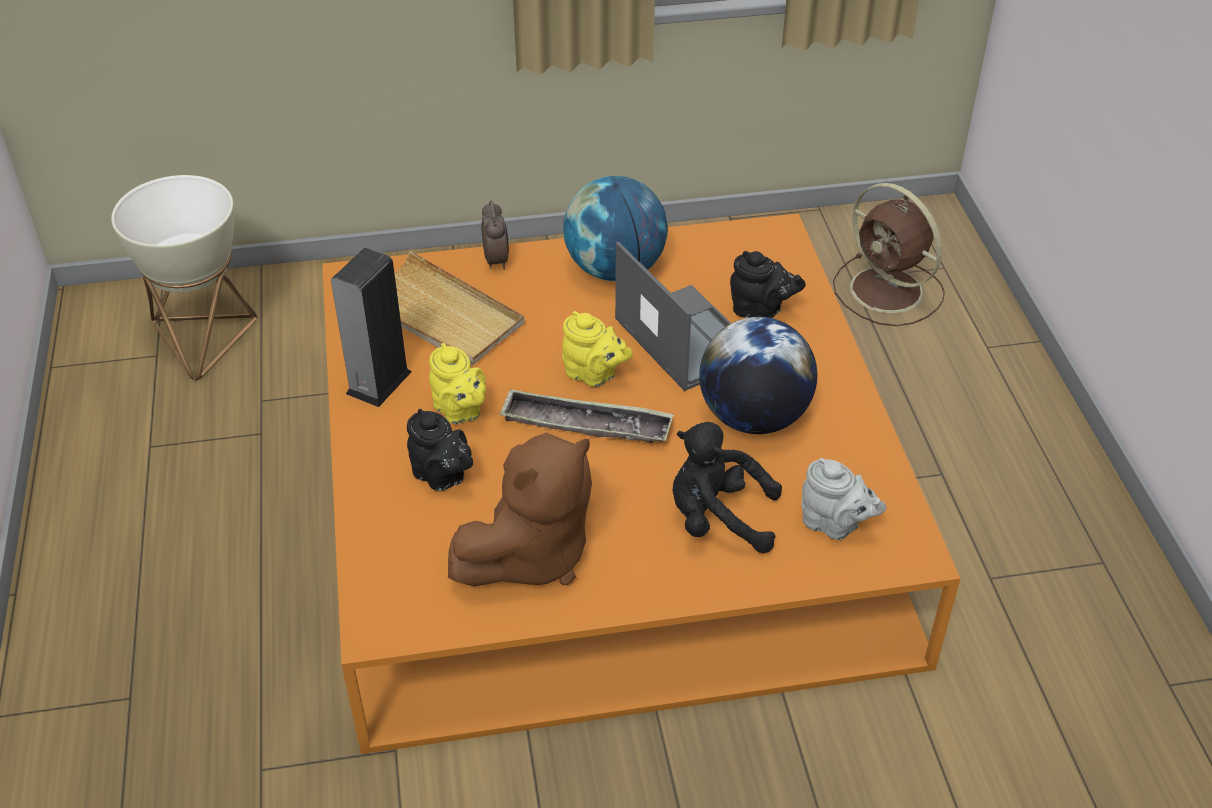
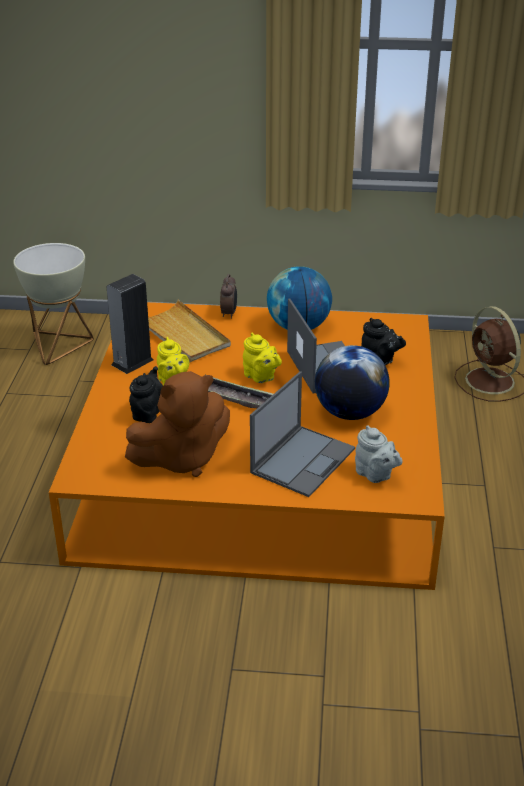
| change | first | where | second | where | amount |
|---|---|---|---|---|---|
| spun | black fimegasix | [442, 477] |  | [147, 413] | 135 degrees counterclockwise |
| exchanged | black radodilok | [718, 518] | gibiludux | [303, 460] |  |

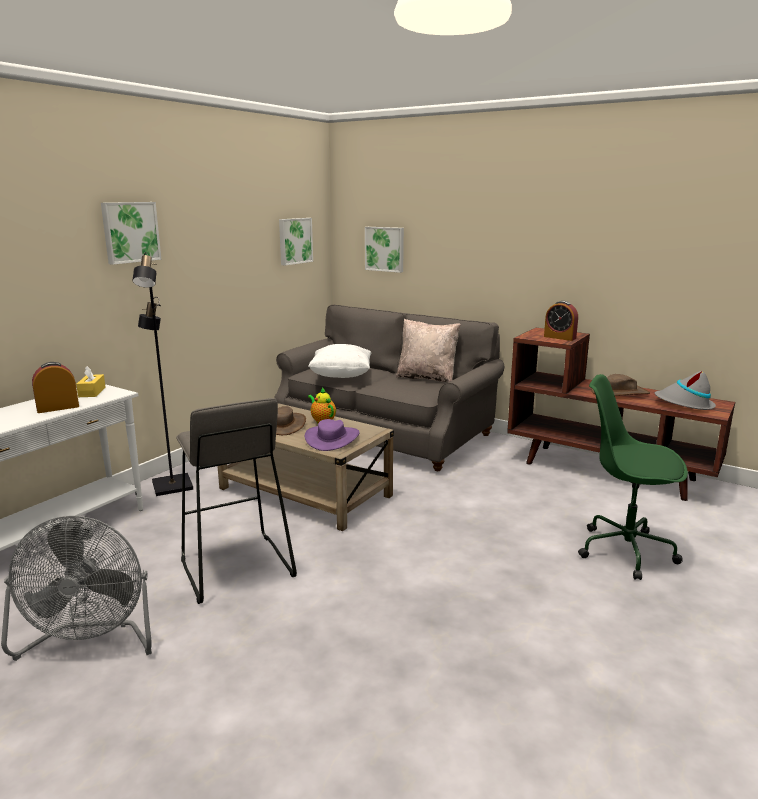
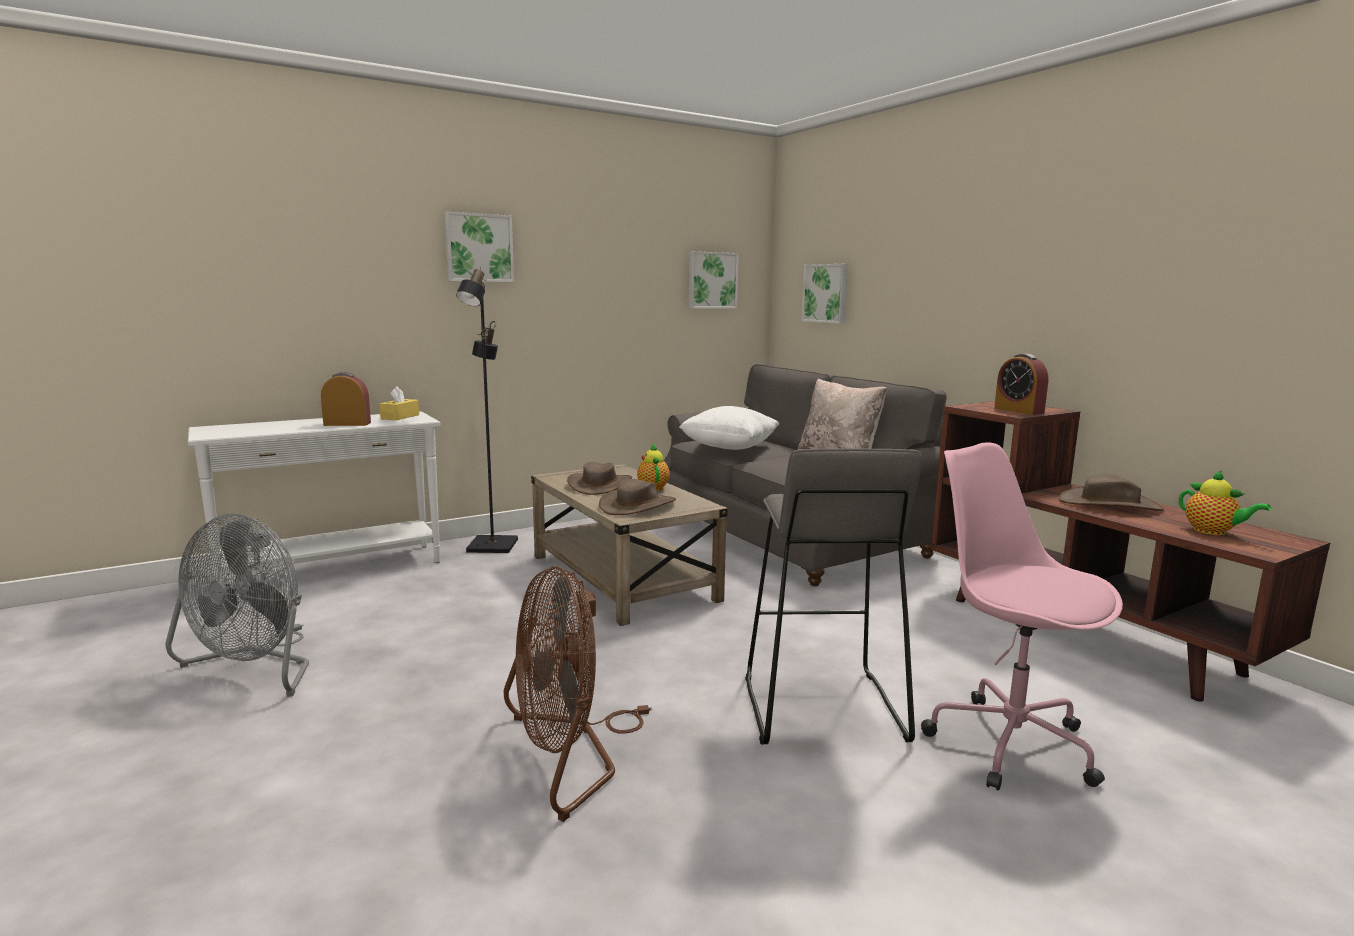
| change | first | where | second | where | amount |
|---|---|---|---|---|---|
| appeared |  |  | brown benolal | [571, 751] |  |
| colour | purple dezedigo | [332, 439] | brown dezedigo | [638, 505] |  |
| relocated | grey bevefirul | [235, 568] |  | [820, 708] |  |
| colour | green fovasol | [623, 551] | pink fovasol | [1006, 743] |  |
| exchanged | grey dezedigo | [684, 404] | fimegasix | [1213, 532] |  |

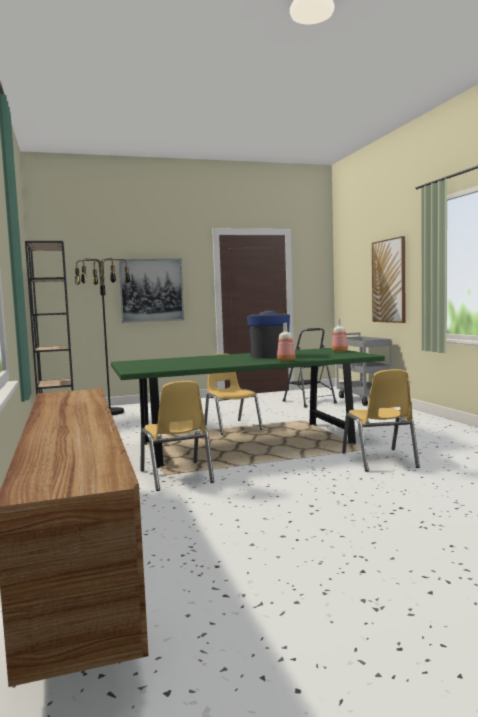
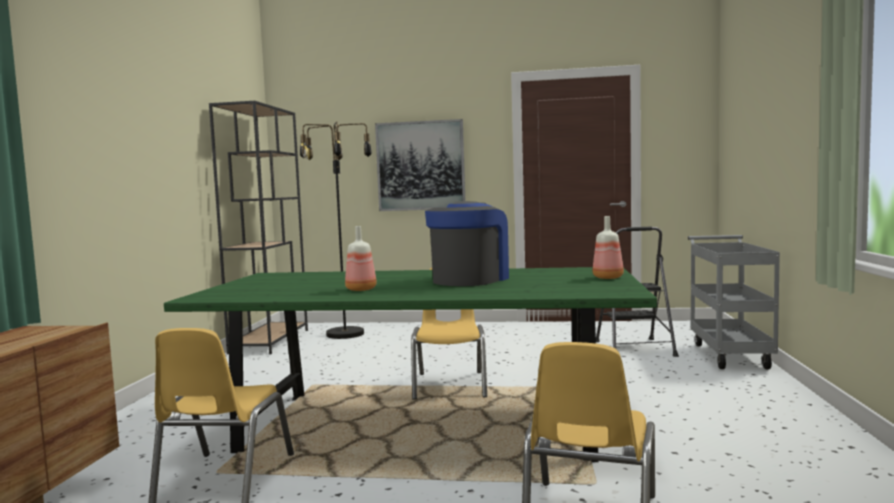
| change | first | where | second | where | amount |
|---|---|---|---|---|---|
| relocated | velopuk | [286, 360] |  | [362, 289] |  |
| missing | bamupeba | [389, 281] |  |  |  |

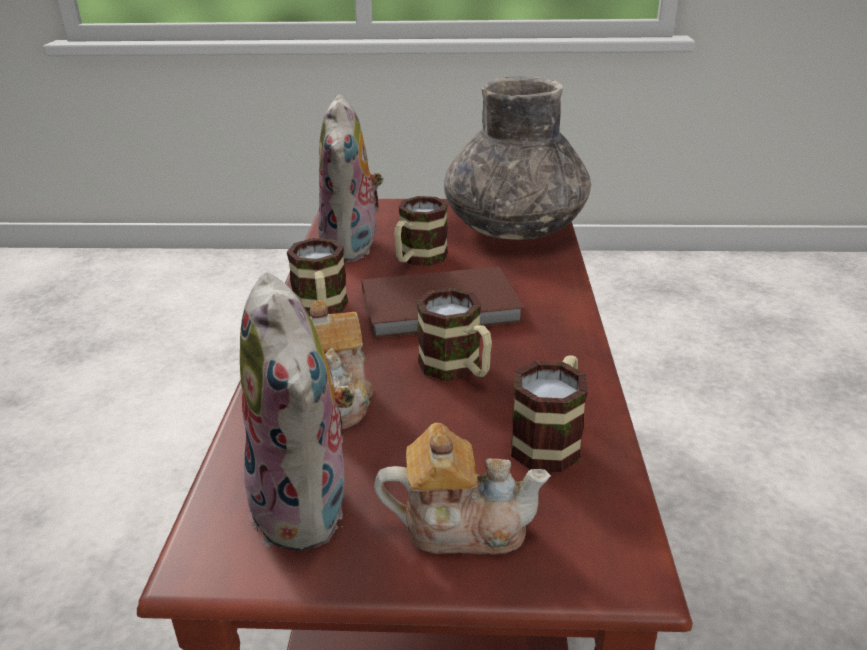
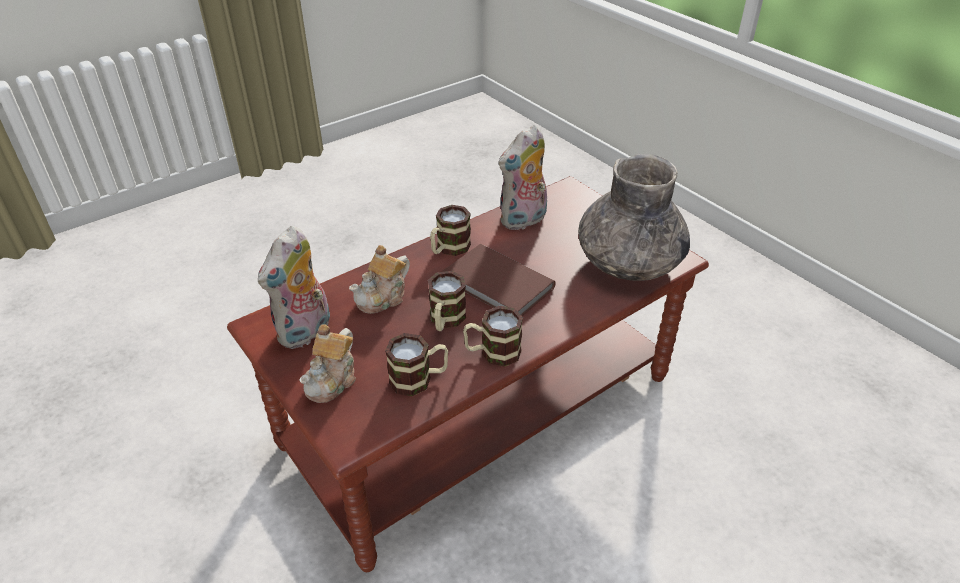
| change | first | where | second | where | amount |
|---|---|---|---|---|---|
| spun | fimegasix | [461, 526] |  | [332, 380] | 60 degrees clockwise |
| relocated | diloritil | [418, 259] |  | [492, 352] |  |

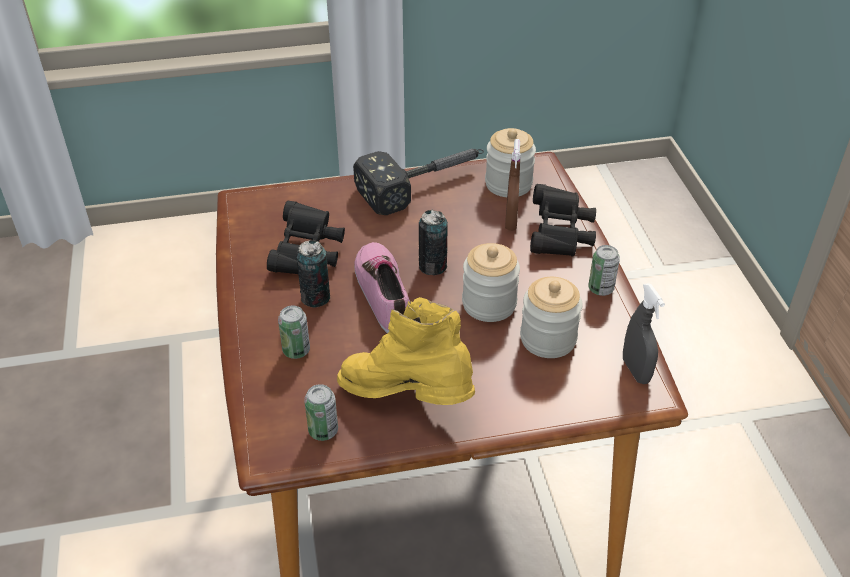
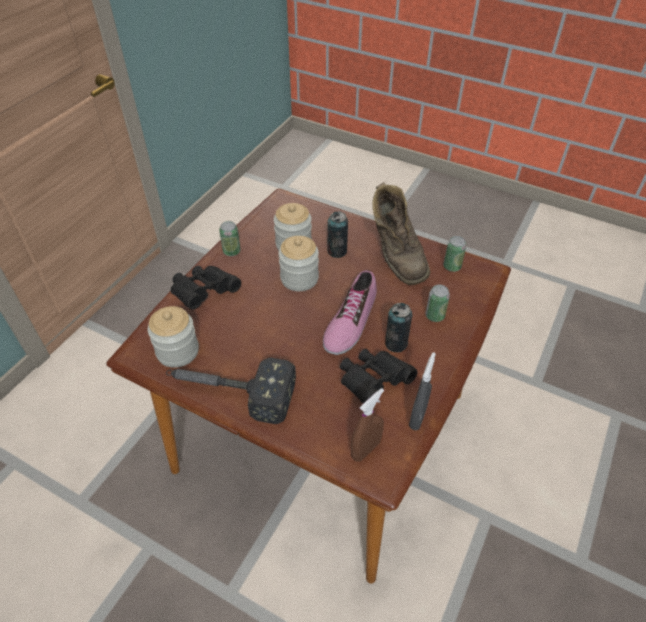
| change | first | where | second | where | amount |
|---|---|---|---|---|---|
| relocated | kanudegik | [432, 266] |  | [337, 251] |  |
| relocated | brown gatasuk | [511, 221] |  | [365, 449] |  |
| colour | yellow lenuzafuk | [408, 399] | brown lenuzafuk | [395, 257] |  |
| relocated | grey gatasuk | [636, 371] |  | [417, 417] |  |

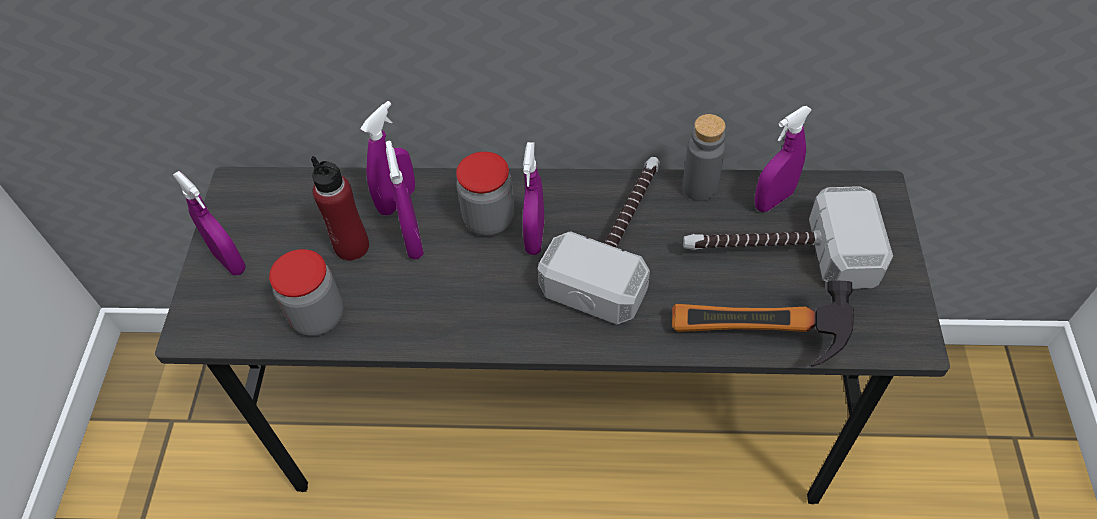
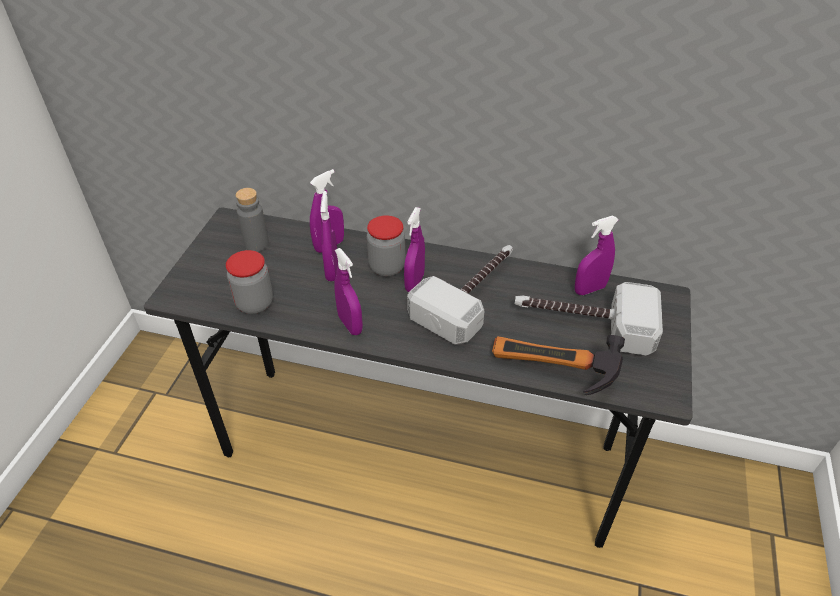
| change | first | where | second | where | amount |
|---|---|---|---|---|---|
| relocated | grey velopuk | [699, 187] |  | [256, 244] |  |
| relocated | purple gatasuk | [229, 261] |  | [350, 325] |  |
| missing | red velopuk | [352, 246] |  |  |  |

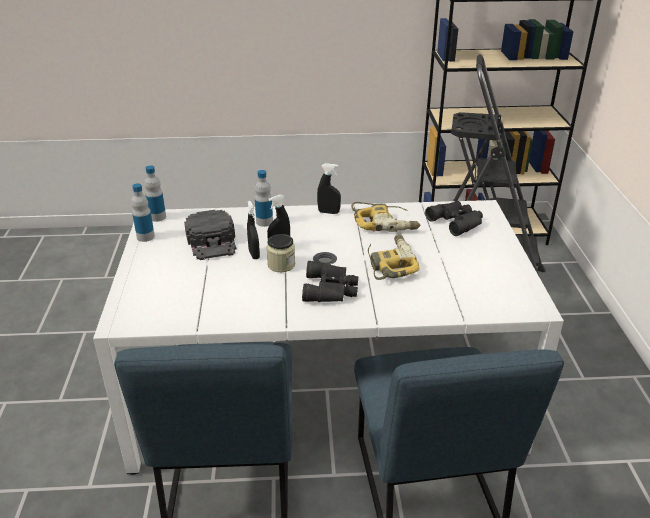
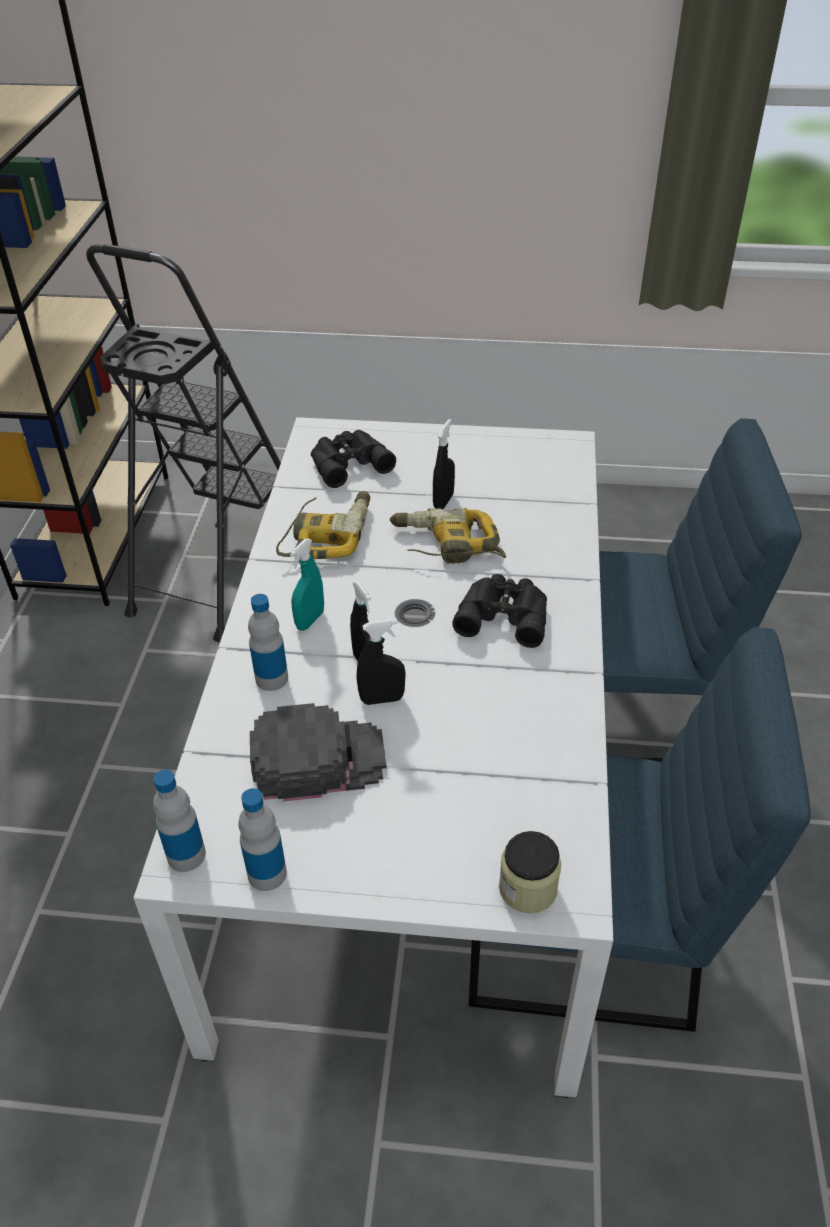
| change | first | where | second | where | amount |
|---|---|---|---|---|---|
| appeared |  |  | turquoise gatasuk | [310, 620] |  |
| relocated | black gatasuk | [328, 212] |  | [443, 501] |  |
| relocated | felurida | [281, 265] |  | [528, 888] |  |

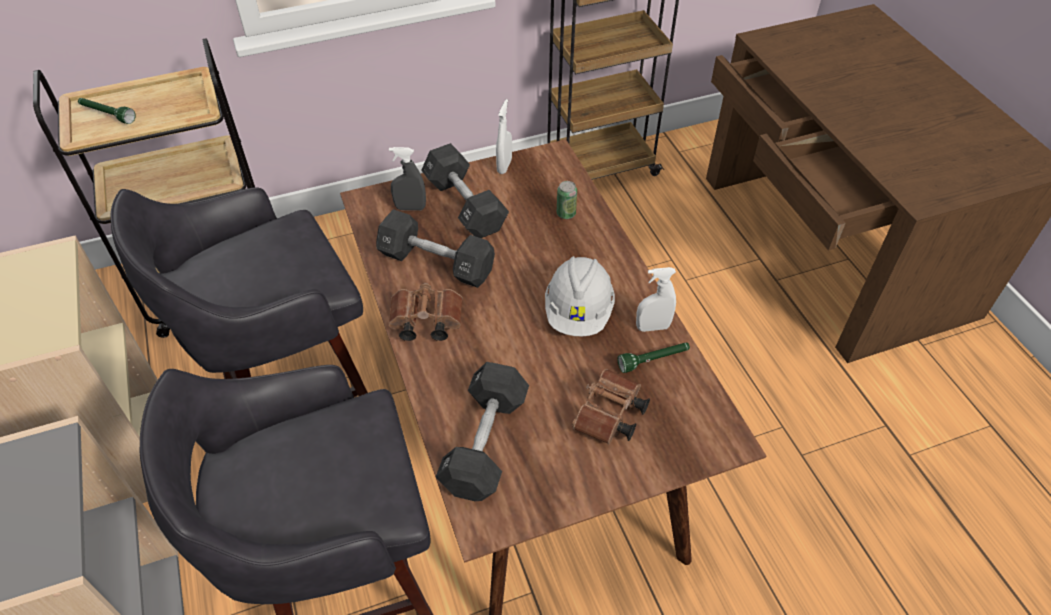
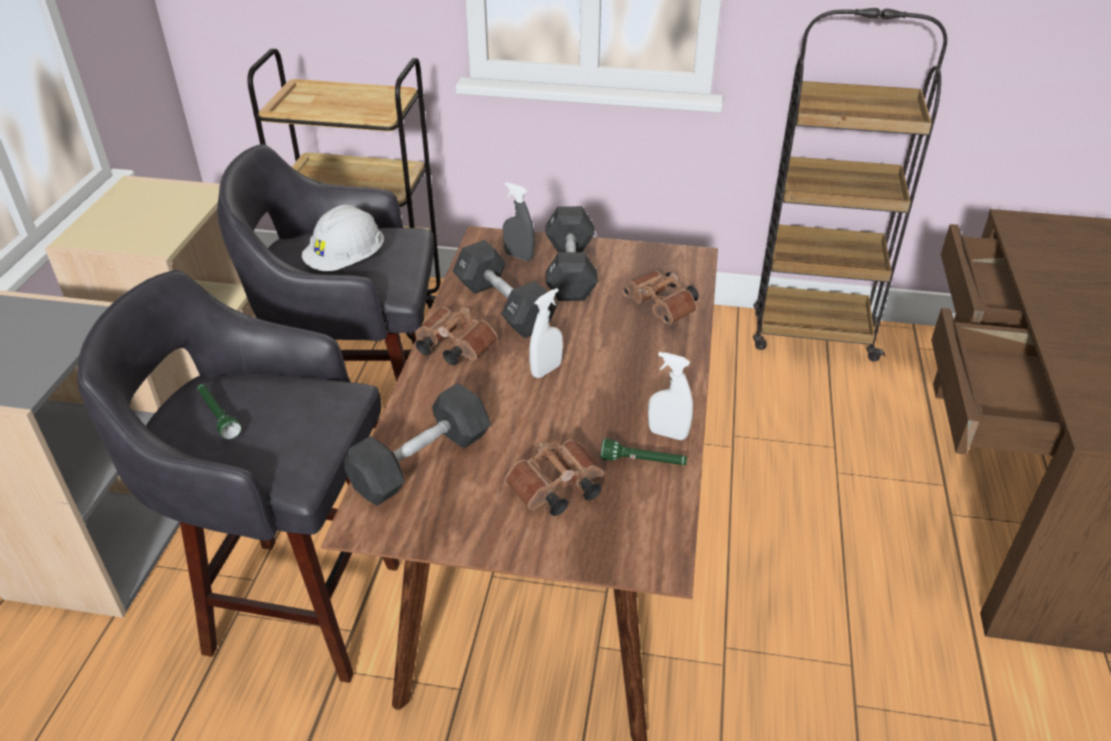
| change | first | where | second | where | amount |
|---|---|---|---|---|---|
| relocated | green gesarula | [107, 115] |  | [218, 416] |  |
| relocated | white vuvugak | [578, 312] |  | [347, 262] |  |
| relocated | white gatasuk | [504, 166] |  | [546, 370] |  |
| exchanged | kanudegik | [566, 214] | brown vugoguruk | [662, 308] |  |

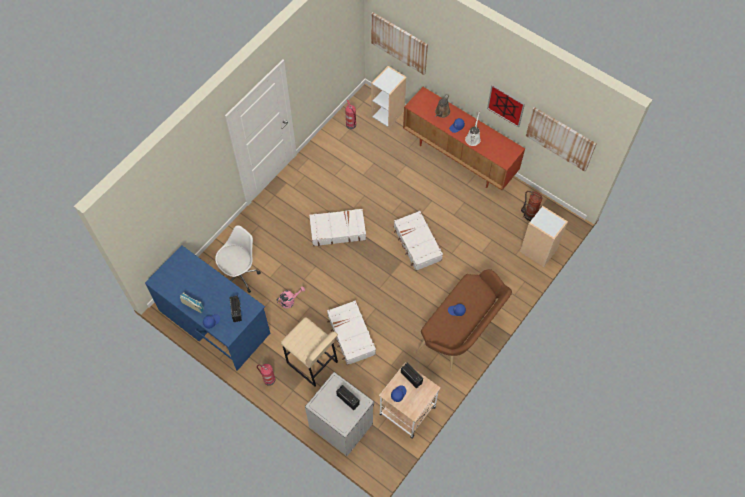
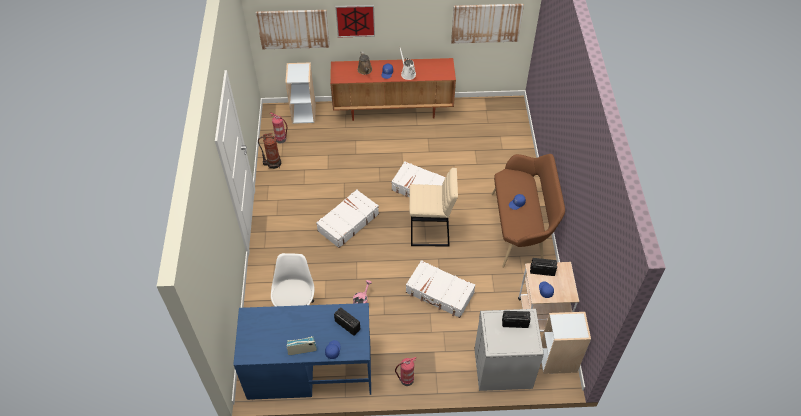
| change | first | where | second | where | amount |
|---|---|---|---|---|---|
| relocated | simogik | [529, 214] |  | [273, 163] |  |
| relocated | bamupeba | [506, 105] |  | [355, 20] |  |
| relocated | beige bevefirul | [313, 363] |  | [431, 232] |  |
| relocated | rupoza | [538, 251] |  | [558, 360] |  |

